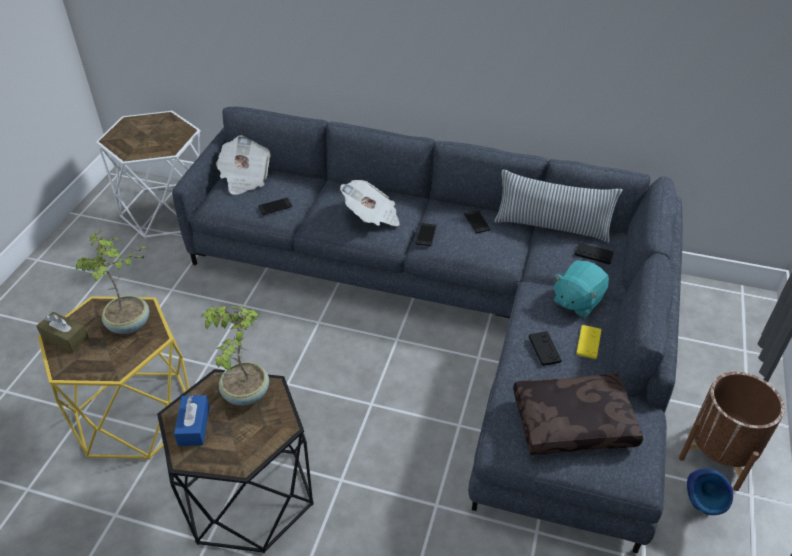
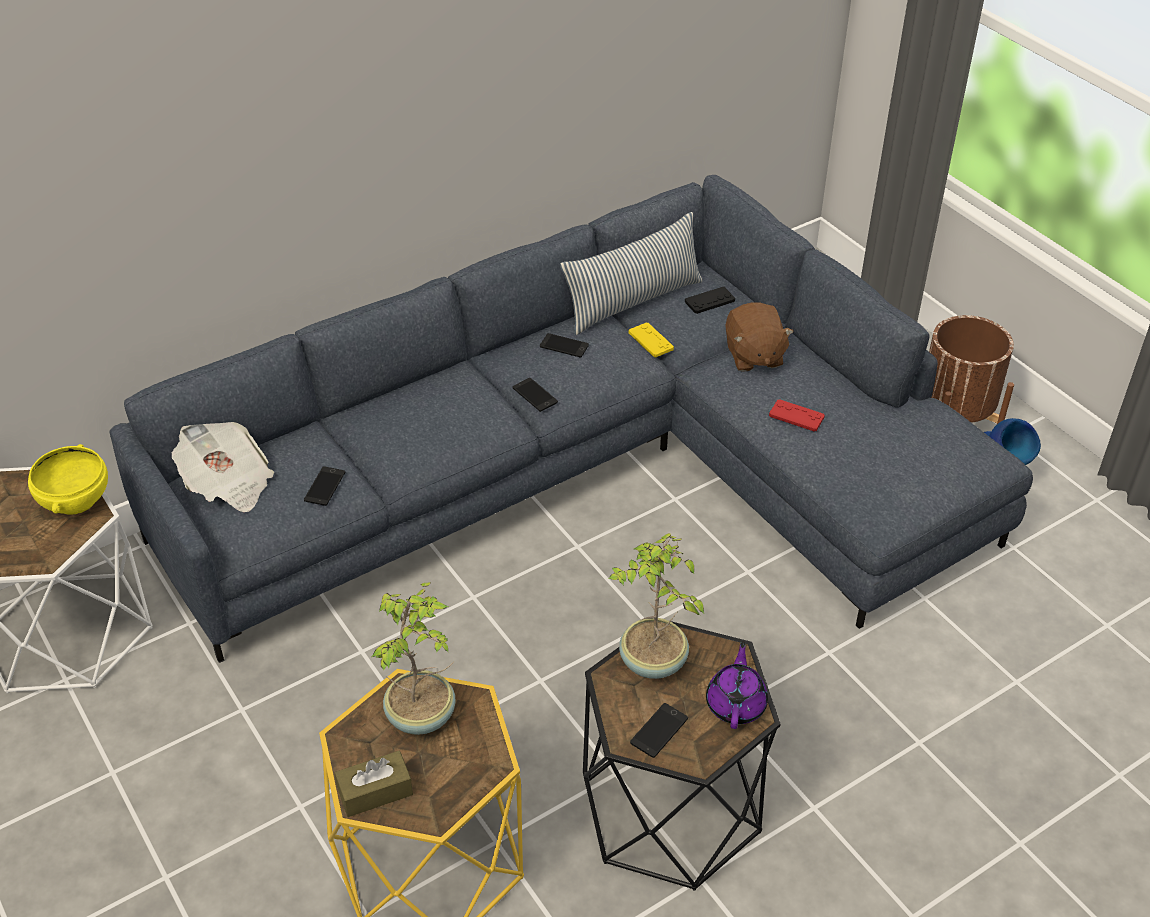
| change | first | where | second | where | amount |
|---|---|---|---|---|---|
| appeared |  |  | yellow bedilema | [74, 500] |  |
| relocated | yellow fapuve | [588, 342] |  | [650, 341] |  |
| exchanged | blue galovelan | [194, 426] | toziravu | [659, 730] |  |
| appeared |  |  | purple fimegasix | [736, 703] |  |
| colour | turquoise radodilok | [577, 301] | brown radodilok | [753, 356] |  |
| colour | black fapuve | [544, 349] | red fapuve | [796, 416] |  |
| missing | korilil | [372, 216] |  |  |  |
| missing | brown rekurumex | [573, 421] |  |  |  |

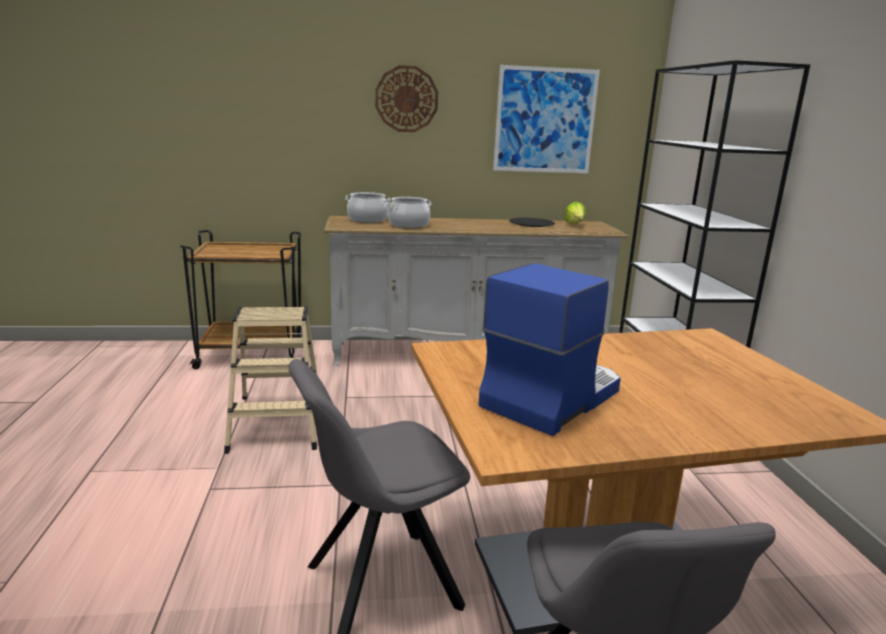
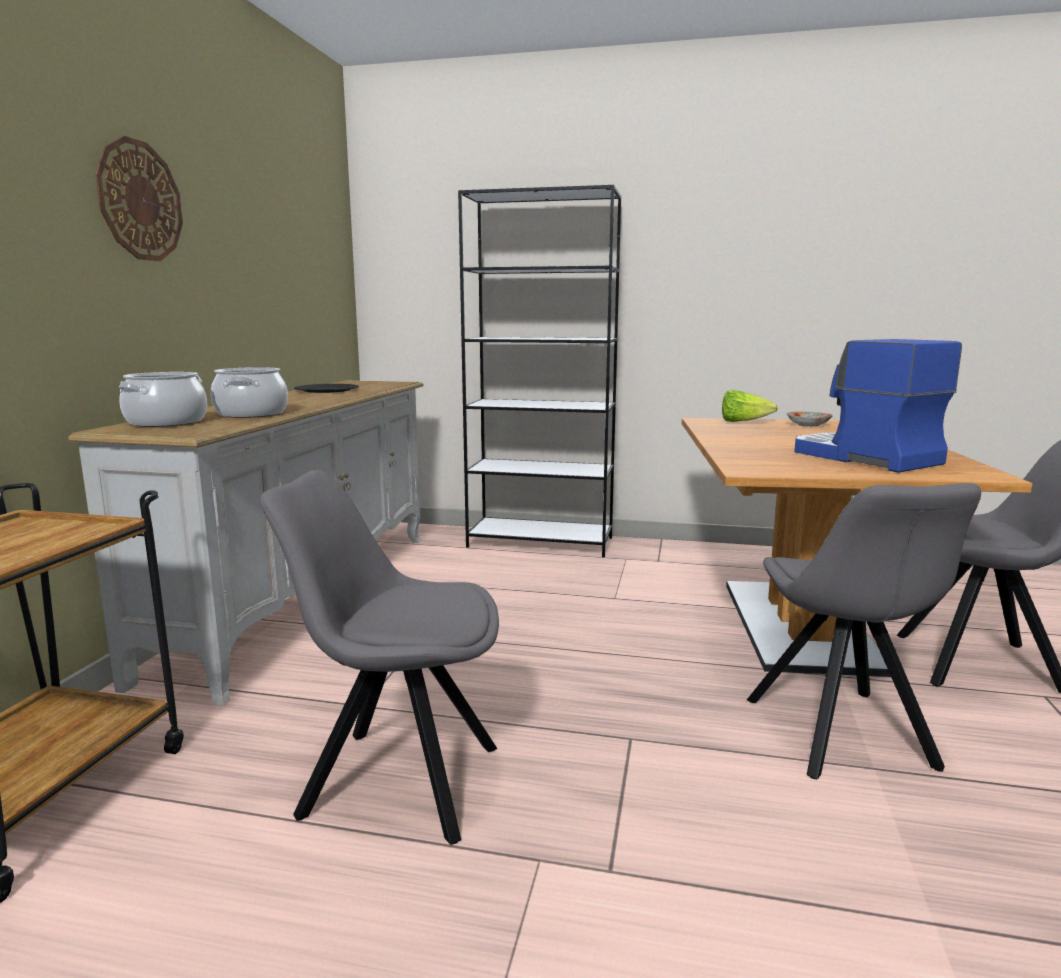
| change | first | where | second | where | amount |
|---|---|---|---|---|---|
| exchanged | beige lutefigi | [277, 421] | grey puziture | [399, 782] |  |
| relocated | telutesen | [575, 225] |  | [743, 422] |  |
| appeared |  |  | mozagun | [808, 425] |  |
| missing | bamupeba | [545, 120] |  |  |  |

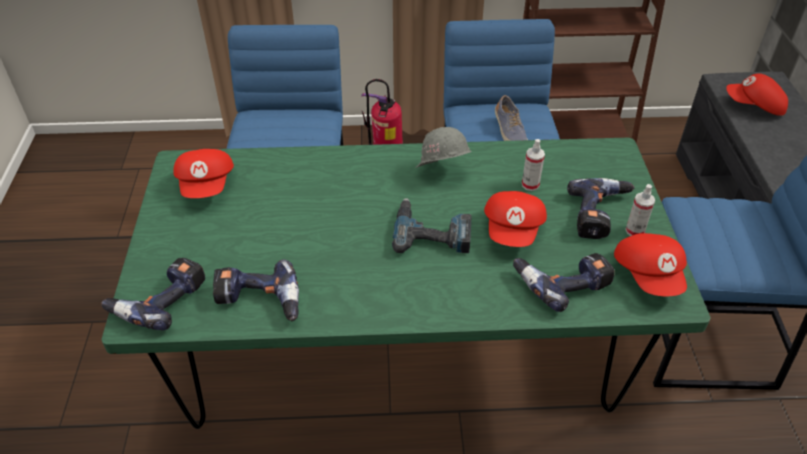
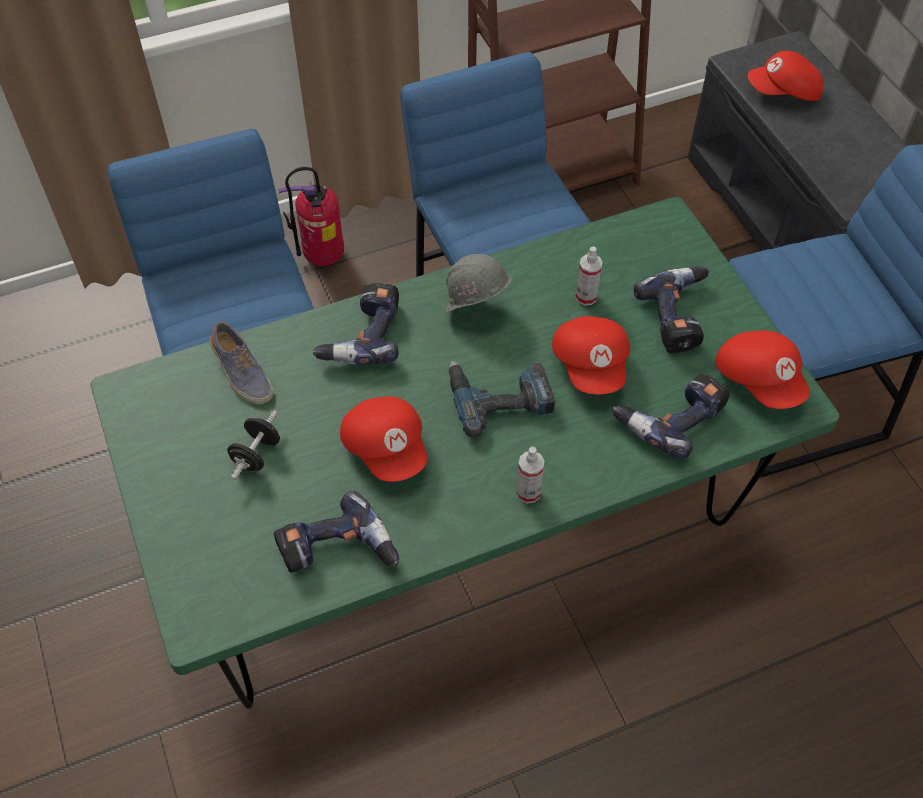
| change | first | where | second | where | amount |
|---|---|---|---|---|---|
| relocated | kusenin | [509, 132] |  | [241, 373] |  |
| appeared |  |  | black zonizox | [256, 454] |  |
| relocated | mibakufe | [159, 300] |  | [362, 335] |  |
| relocated | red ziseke | [207, 185] |  | [387, 448] |  |
| relocated | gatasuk | [635, 231] |  | [528, 492] |  |

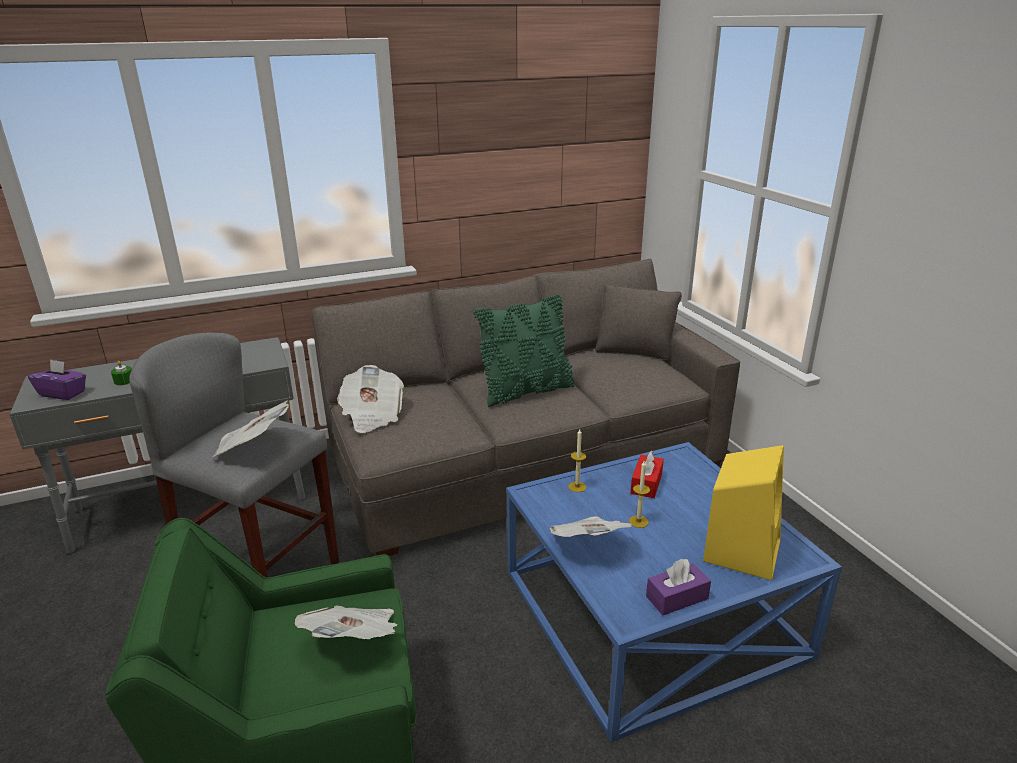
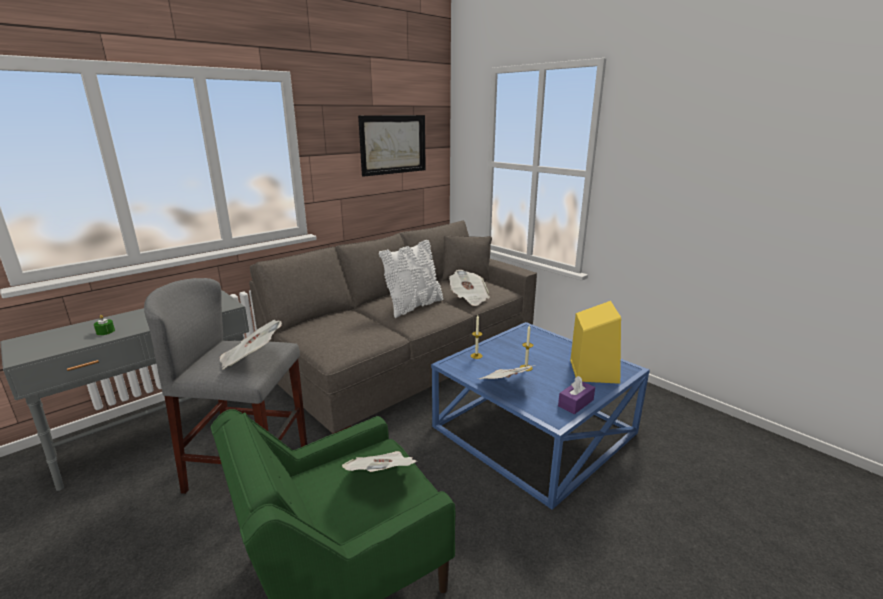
| change | first | where | second | where | amount |
|---|---|---|---|---|---|
| appeared |  |  | bamupeba | [393, 144] |  |
| colour | green rekurumex | [526, 391] | white rekurumex | [413, 306] |  |
| relocated | korilil | [372, 415] |  | [469, 298] |  |
| missing | purple galovelan | [63, 393] |  |  |  |
| missing | red galovelan | [646, 484] |  |  |  |

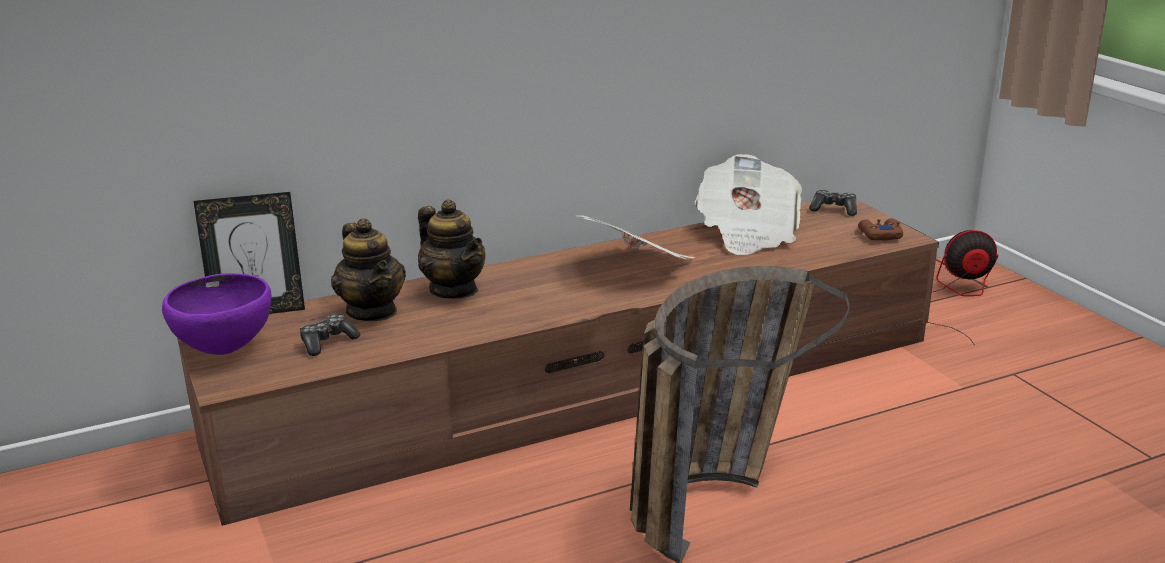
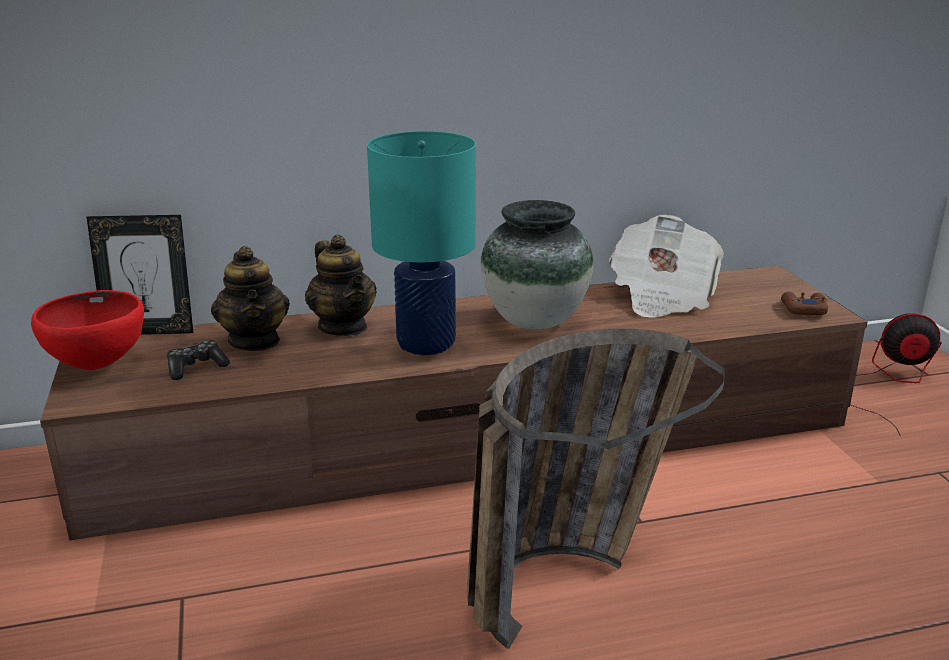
| change | first | where | second | where | amount |
|---|---|---|---|---|---|
| colour | purple bedilema | [226, 349] | red bedilema | [98, 365] |  |
| appeared |  |  | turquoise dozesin | [426, 347] |  |
| exchanged | korilil | [637, 267] | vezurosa | [535, 321] |  |
| missing | fapuve | [834, 209] |  |  |  |

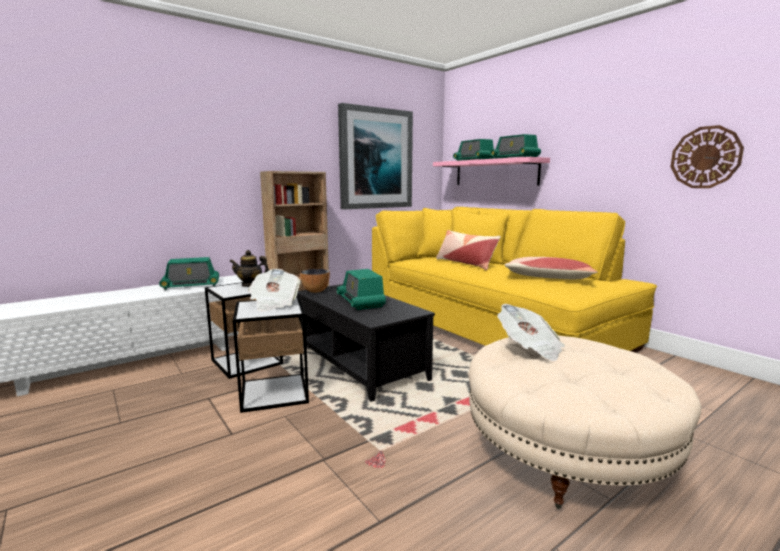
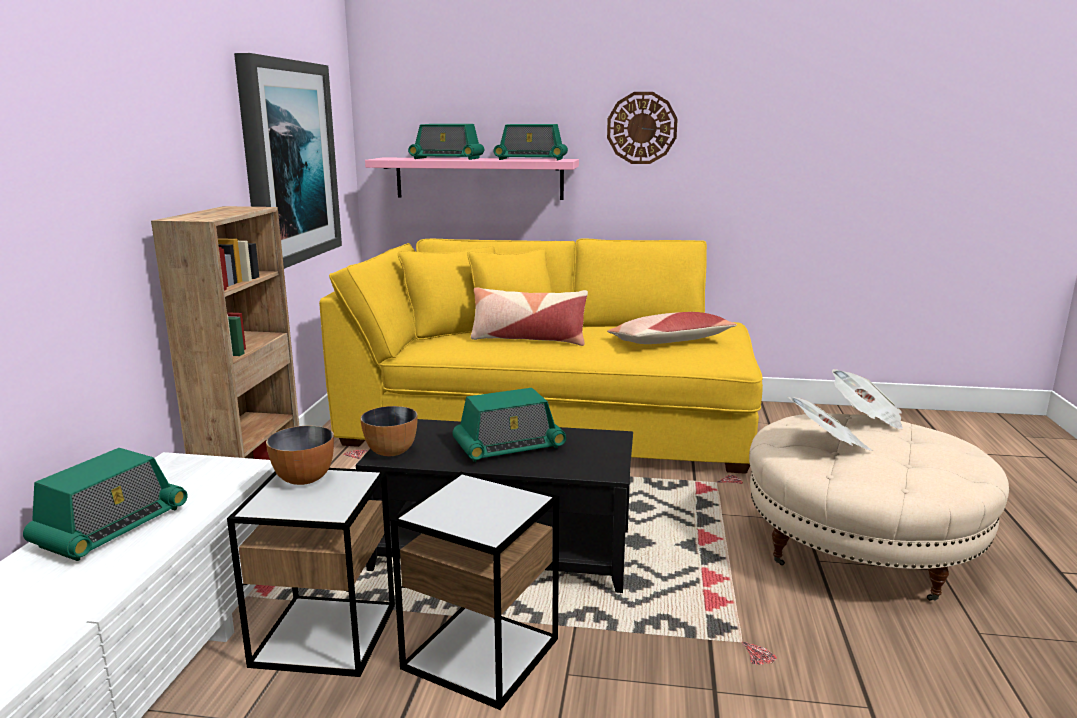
| change | first | where | second | where | amount |
|---|---|---|---|---|---|
| exchanged | fimegasix | [250, 284] | bedilema | [304, 479] |  |
| spun | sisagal | [361, 301] |  | [509, 447] | 45 degrees counterclockwise |
| relocated | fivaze | [705, 157] |  | [642, 128] |  |
| relocated | korilil | [274, 303] |  | [866, 417] |  |

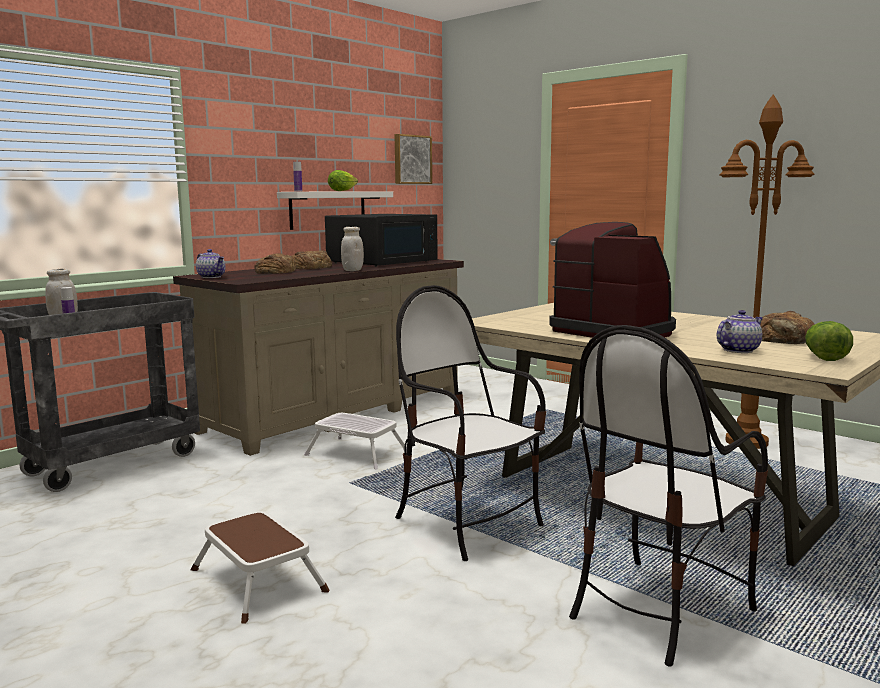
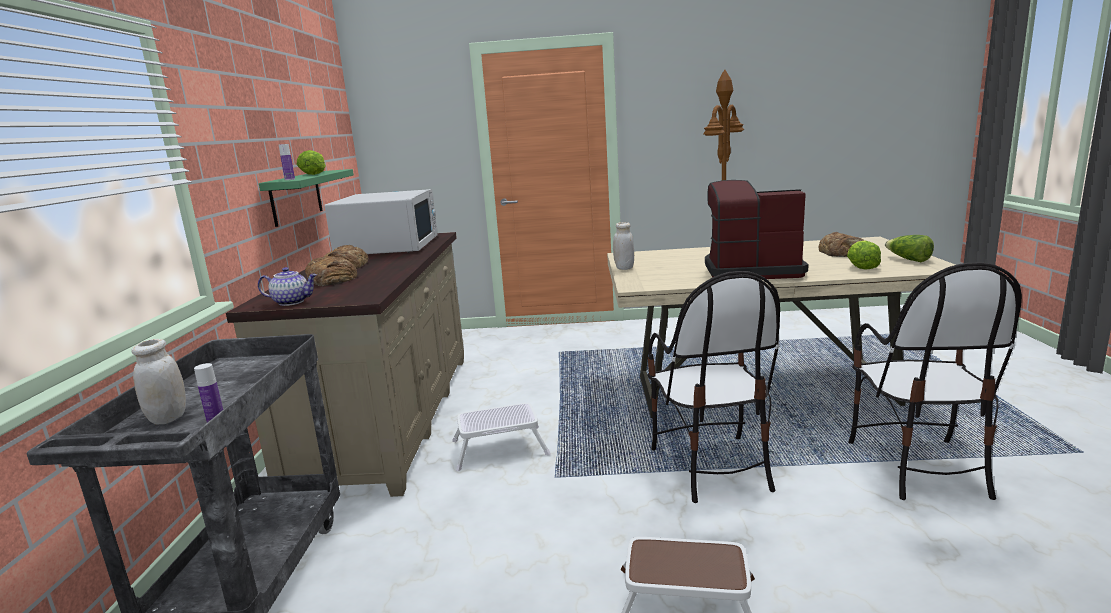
| change | first | where | second | where | amount |
|---|---|---|---|---|---|
| colour | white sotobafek | [328, 209] | green sotobafek | [296, 197] |  |
| colour | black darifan | [383, 262] | white darifan | [389, 246] |  |
| relocated | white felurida | [352, 270] |  | [624, 268] |  |
| spun | puziture | [467, 524] |  | [711, 467] | 105 degrees counterclockwise |
| exchanged | fimegasix | [737, 350] | telutesen | [861, 266] |  |
| missing | bamupeba | [411, 159] |  |  |  |

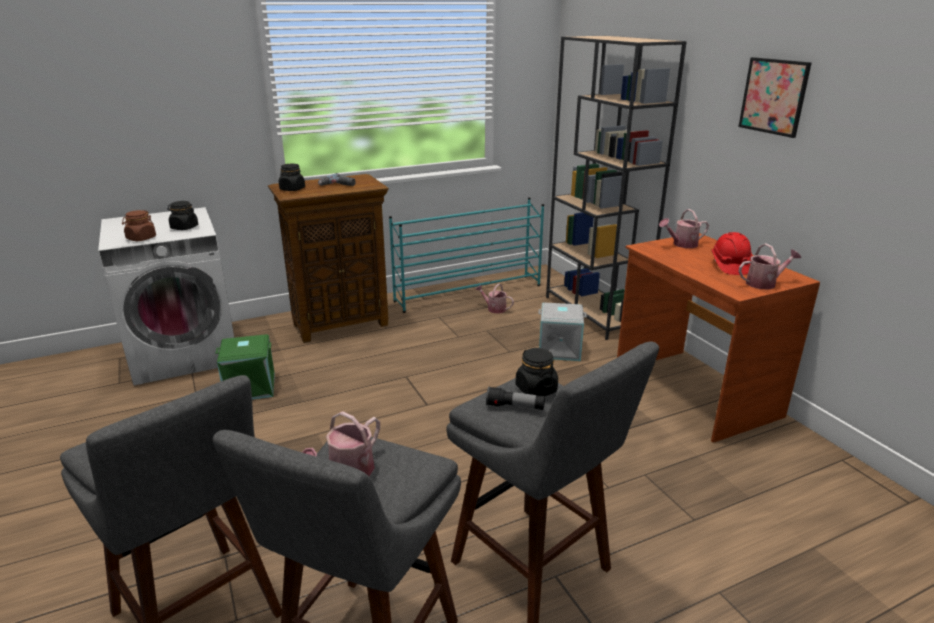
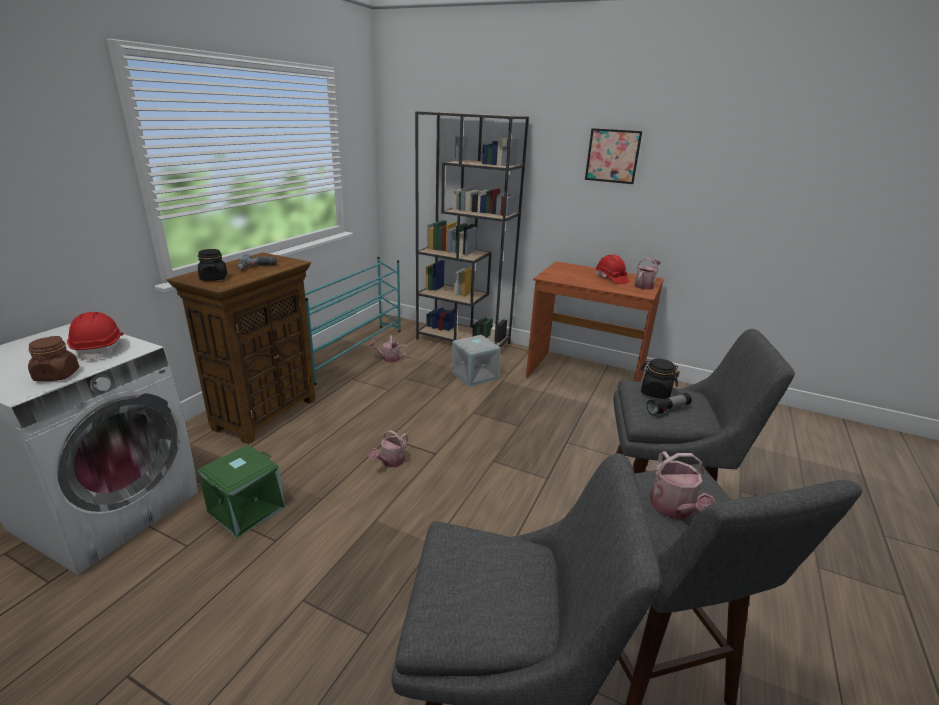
| change | first | where | second | where | amount |
|---|---|---|---|---|---|
| exchanged | black felurida | [184, 227] | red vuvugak | [100, 348] |  |
| relocated | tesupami | [682, 244] |  | [390, 462] |  |

